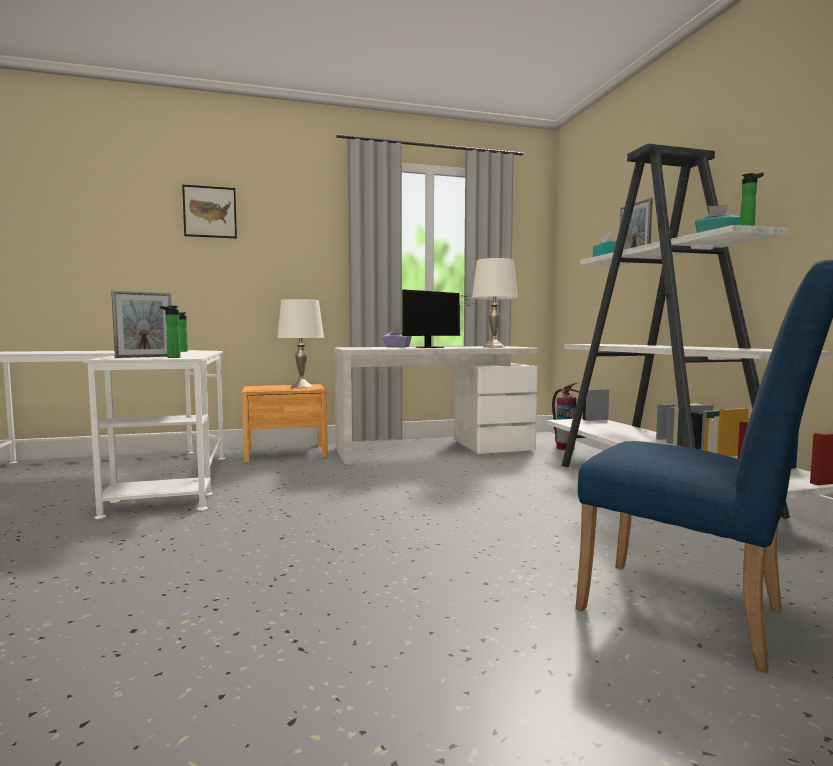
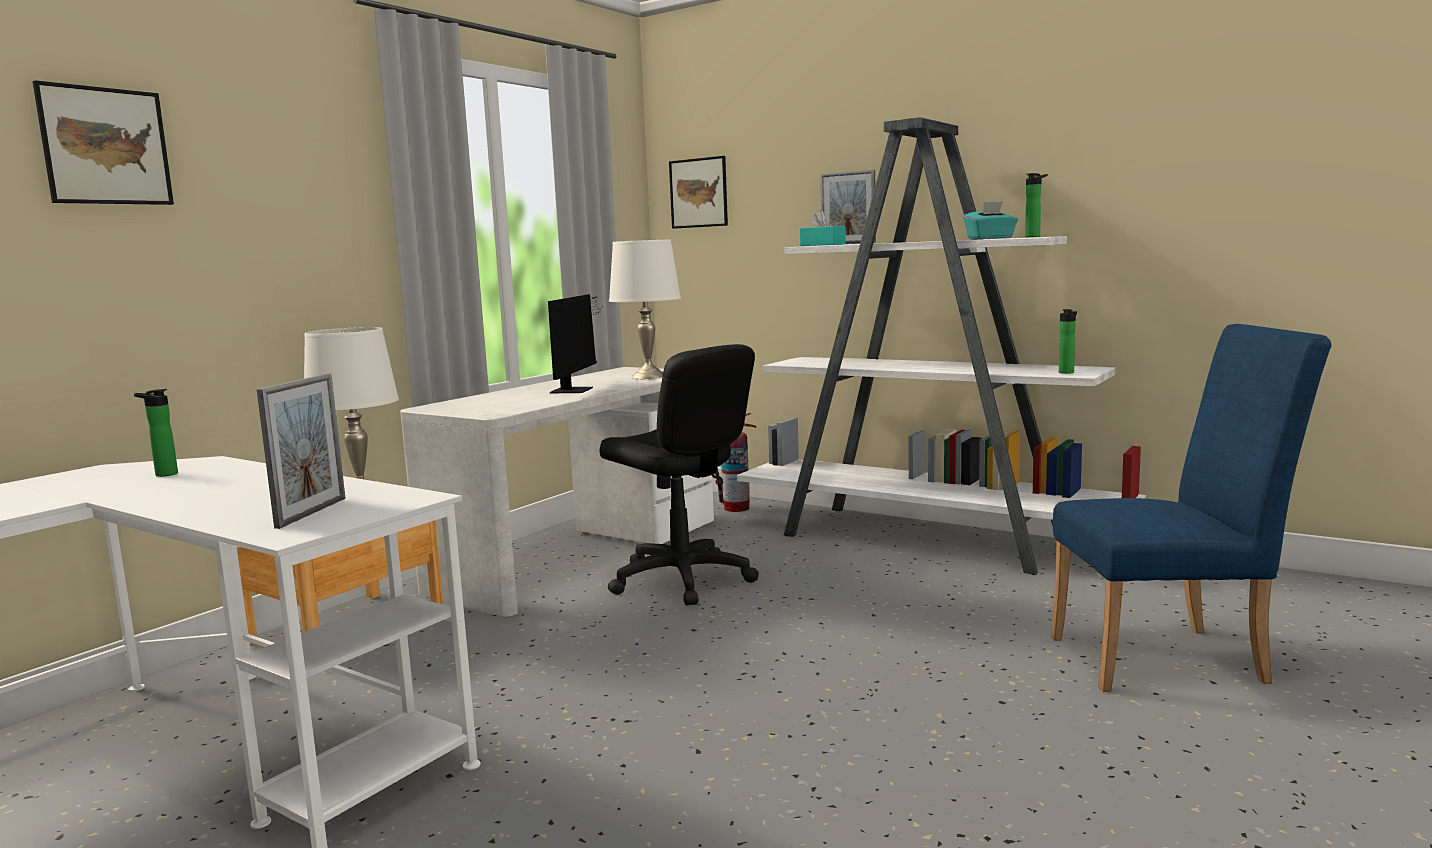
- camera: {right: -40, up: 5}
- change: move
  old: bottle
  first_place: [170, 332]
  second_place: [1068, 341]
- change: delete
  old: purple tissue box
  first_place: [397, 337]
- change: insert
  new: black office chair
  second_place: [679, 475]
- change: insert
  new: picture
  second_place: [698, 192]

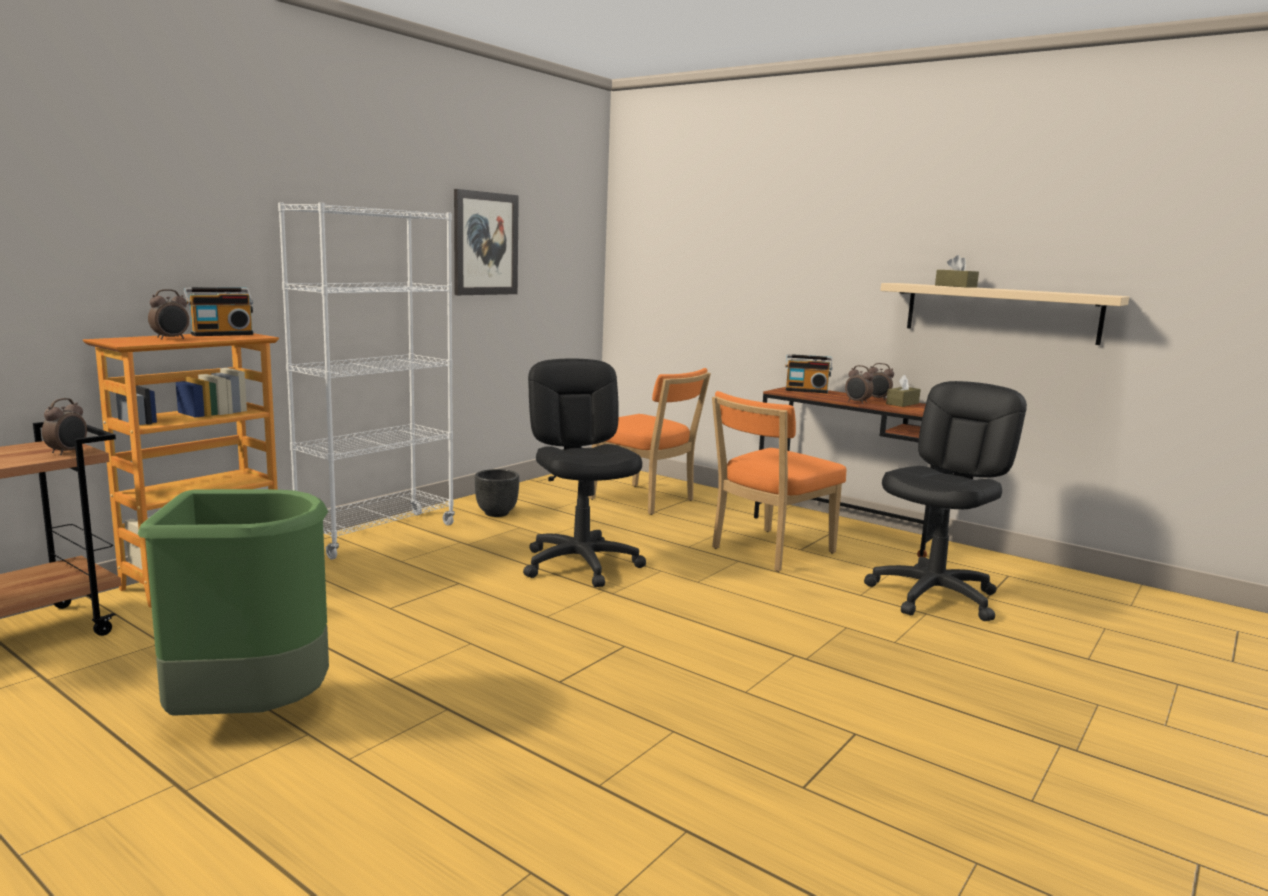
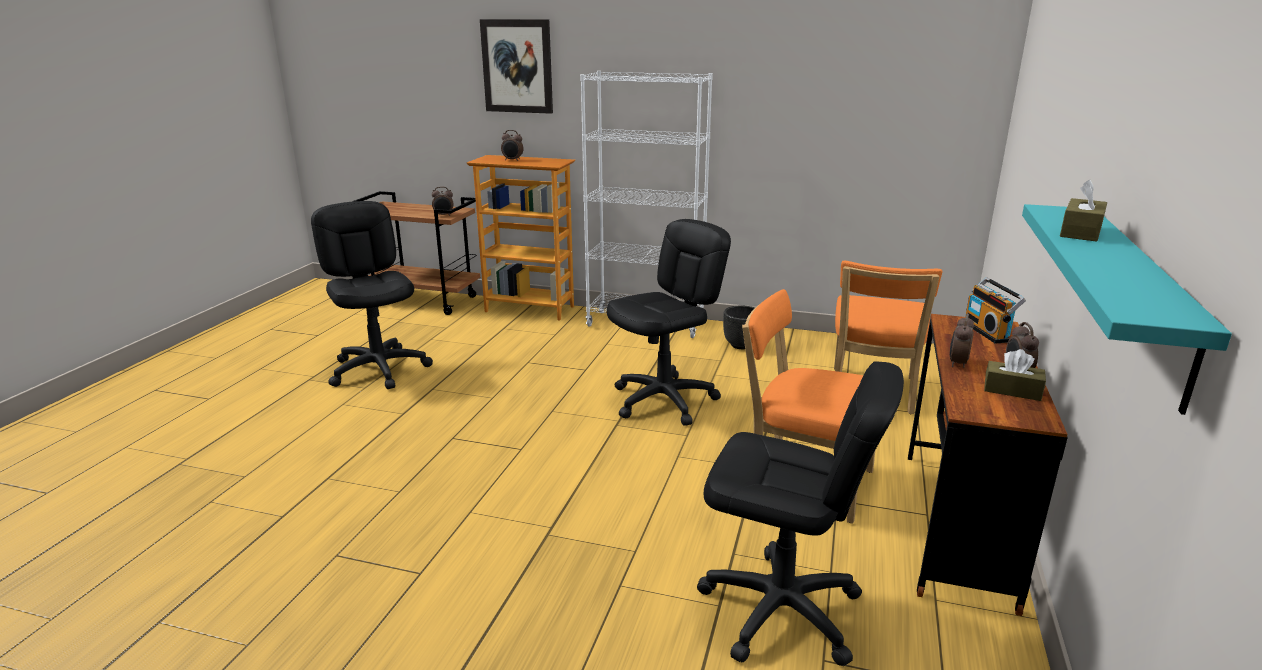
- camera: {right: 70, up: 10}
- change: replace
  old: green trash can
  new: black office chair
  first_place: [233, 602]
  second_place: [372, 295]
- change: delete
  old: radio
  first_place: [218, 311]
- change: move
  old: picture
  first_place: [486, 242]
  second_place: [516, 66]
- change: recolor
  old: beige shelf
  new: turquoise shelf
  first_place: [1004, 314]
  second_place: [1127, 309]

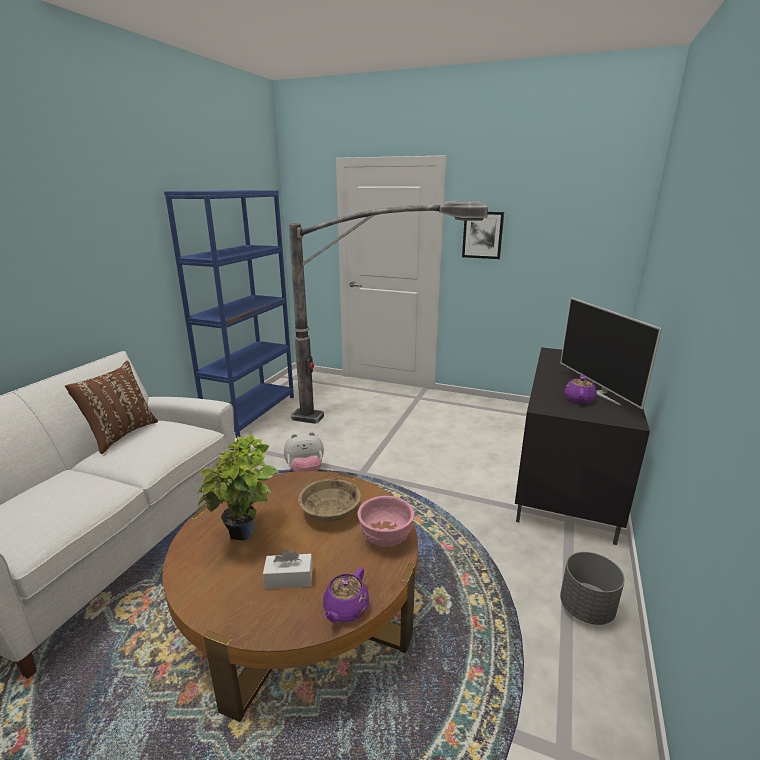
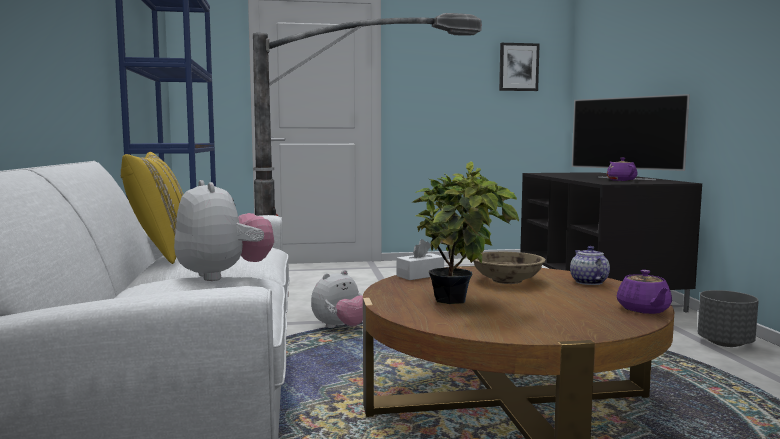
- camera: {right: -30, up: -15}
- change: recolor
  old: brown pillow
  new: yellow pillow
  first_place: [111, 407]
  second_place: [152, 208]
- change: move
  old: white tissue box
  first_place: [288, 569]
  second_place: [420, 259]
- change: replace
  old: pink bowl
  new: teapot
  first_place: [385, 521]
  second_place: [590, 265]
- change: move
  old: picture
  first_place: [483, 235]
  second_place: [519, 67]
- change: insert
  new: plush toy
  second_place: [224, 230]

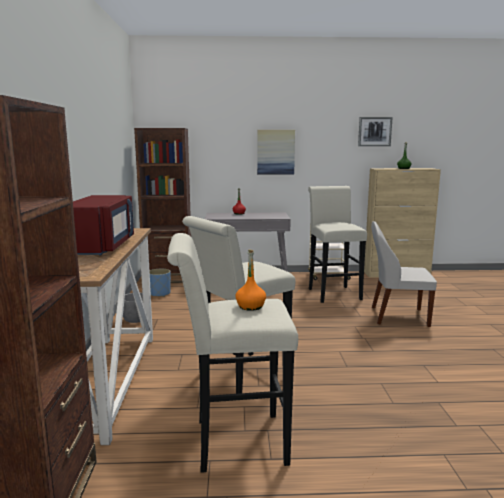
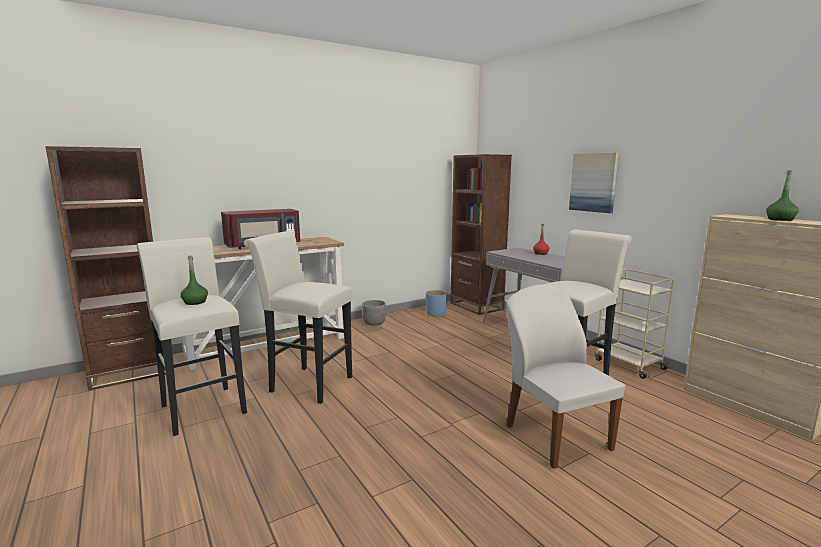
- camera: {right: 60, up: 0}
- change: recolor
  old: orange bottle
  new: green bottle
  first_place: [251, 280]
  second_place: [194, 280]
- change: delete
  old: picture
  first_place: [375, 131]

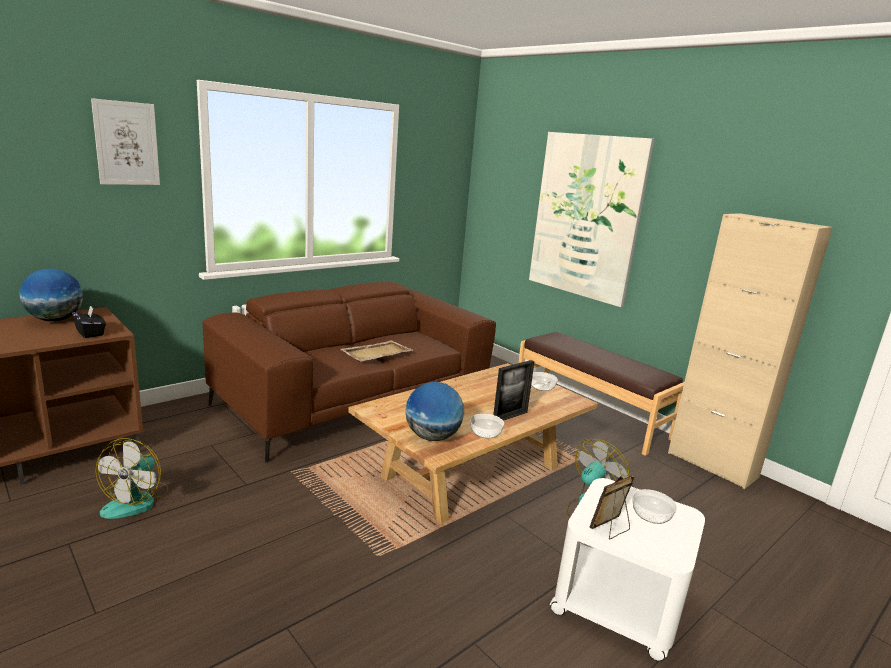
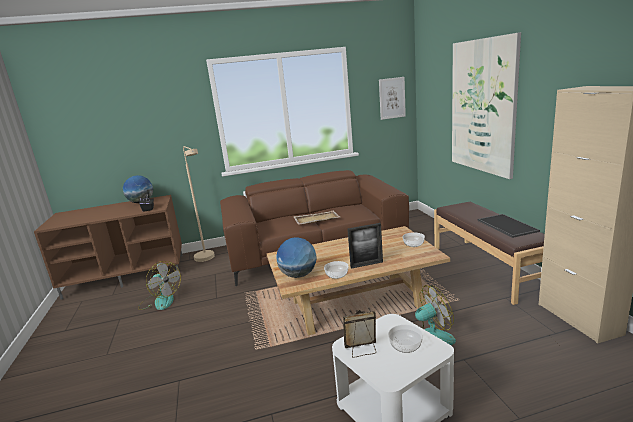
- camera: {right: 30, up: 0}
- change: move
  old: picture
  first_place: [125, 141]
  second_place: [392, 98]
- change: rotate
  old: fan
  first_place: [132, 478]
  second_place: [159, 285]
  degrees: -90
- change: insert
  new: beige floor lamp
  second_place: [199, 204]
- change: insert
  new: tray
  second_place: [509, 226]

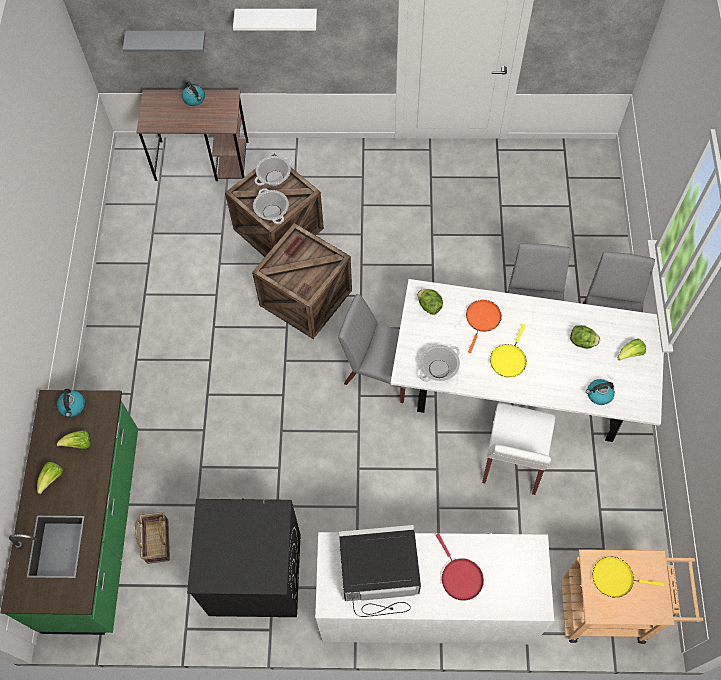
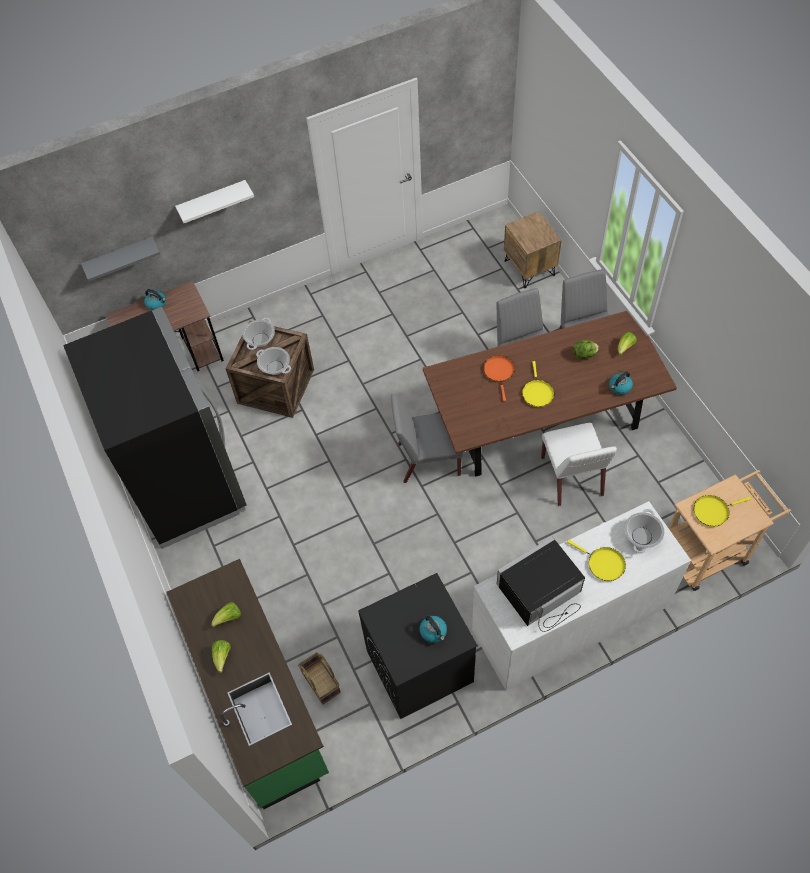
- camera: {right: -25, up: -5}
- change: move
  old: kettle
  first_place: [71, 403]
  second_place: [433, 629]
- change: delete
  old: crate
  first_place: [302, 281]
- change: recolor
  old: white dining table
  new: brown dining table
  first_place: [527, 360]
  second_place: [550, 394]
- change: delete
  old: lettuce
  first_place: [430, 302]
- change: move
  old: cooking pot
  first_place: [440, 363]
  second_place: [644, 531]
- change: recolor
  old: red frying pan
  new: yellow frying pan
  first_place: [460, 567]
  second_place: [596, 560]
- change: insert
  new: black fridge
  second_place: [155, 428]
- change: insert
  new: brown nightstand
  second_place: [533, 249]

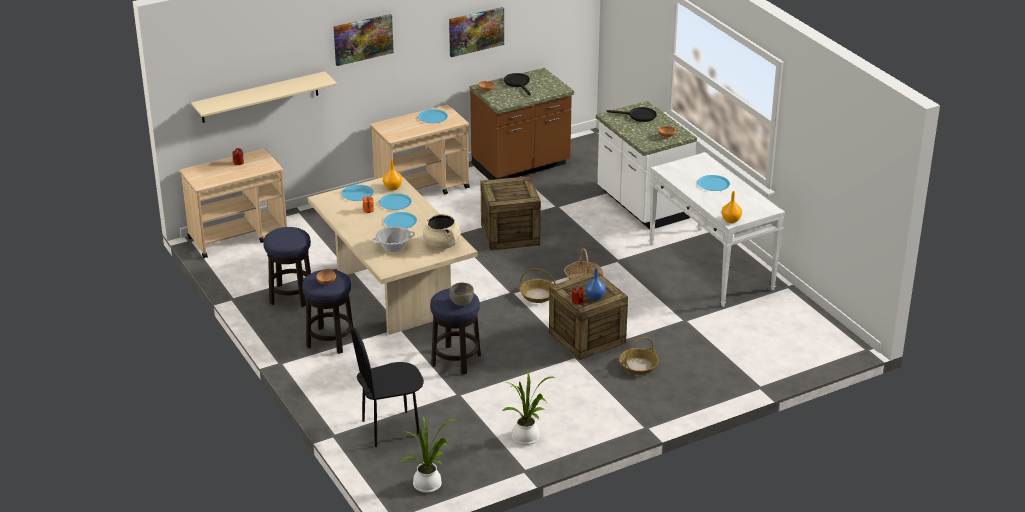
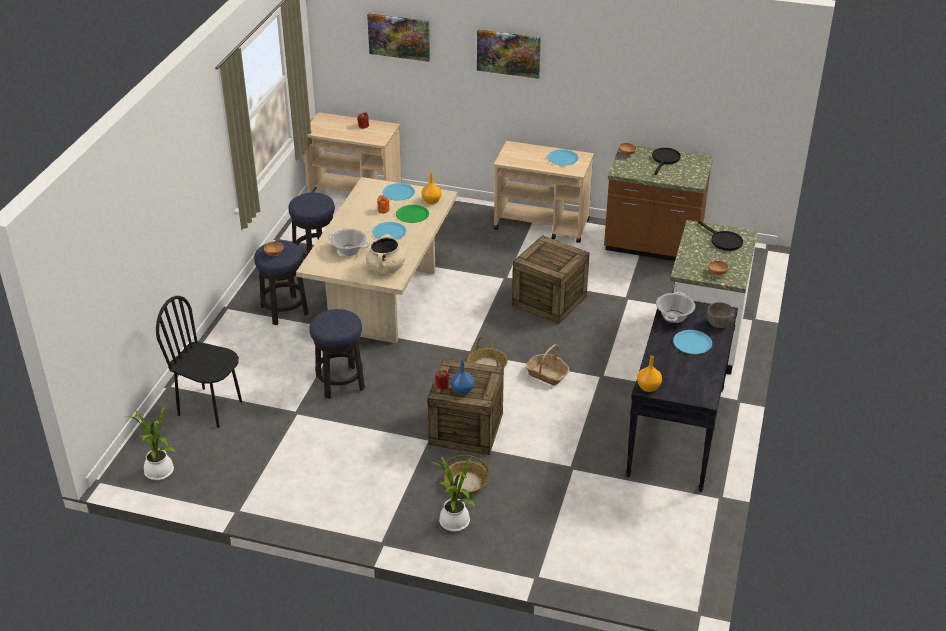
- camera: {right: 45, up: 5}
- change: delete
  old: beige shelf
  first_place: [264, 97]
- change: recolor
  old: blue plate
  new: green plate
  first_place: [395, 201]
  second_place: [412, 214]
- change: move
  old: picture
  first_place: [476, 32]
  second_place: [398, 38]
- change: move
  old: grey bowl
  first_place: [462, 294]
  second_place: [720, 315]
- change: move
  old: potted plant
  first_place: [528, 408]
  second_place: [453, 493]
- change: recolor
  old: white console table
  new: black console table
  first_place: [717, 229]
  second_place: [682, 393]
- change: insert
  new: cooking pot
  second_place: [675, 307]

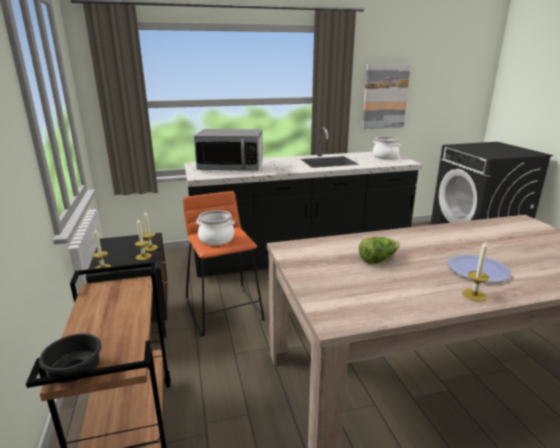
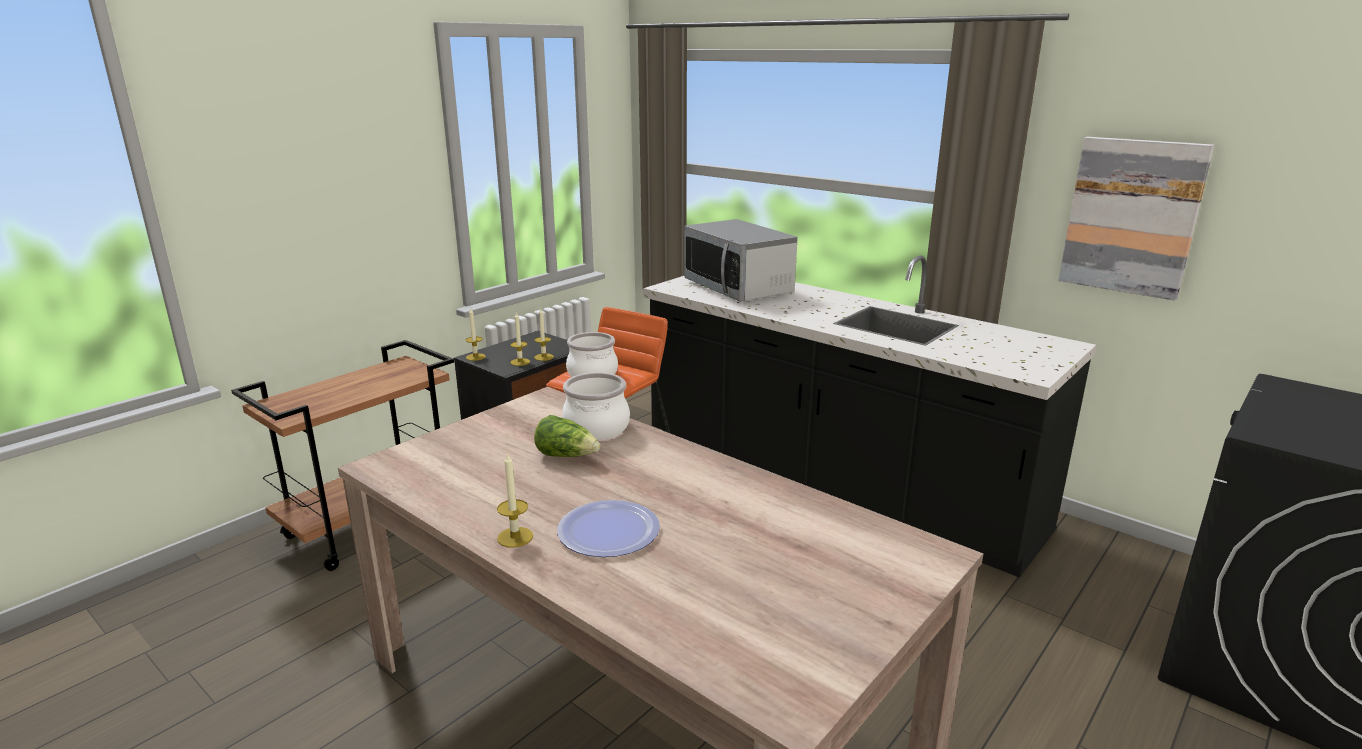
- camera: {right: 55, up: 0}
- change: delete
  old: black bowl
  first_place: [70, 358]
- change: move
  old: cooking pot
  first_place: [386, 148]
  second_place: [596, 406]

